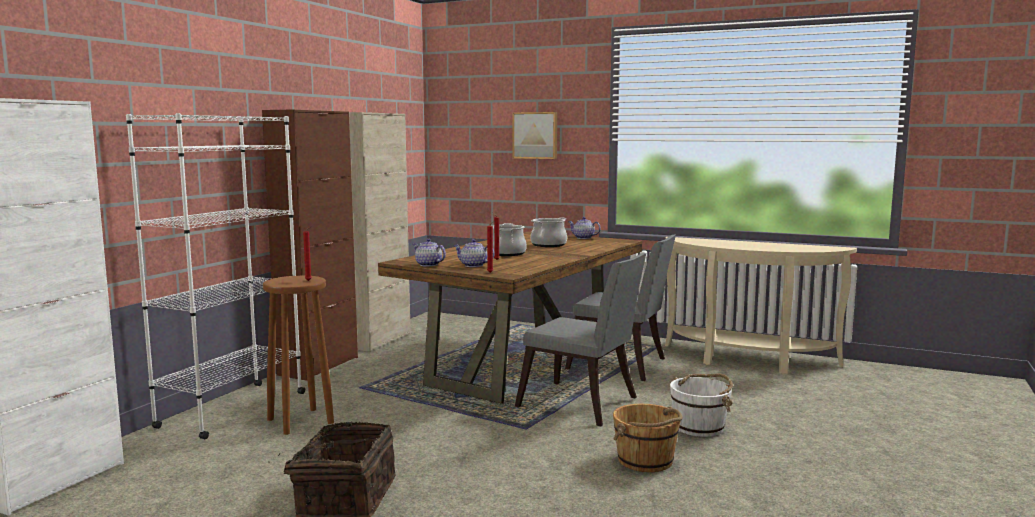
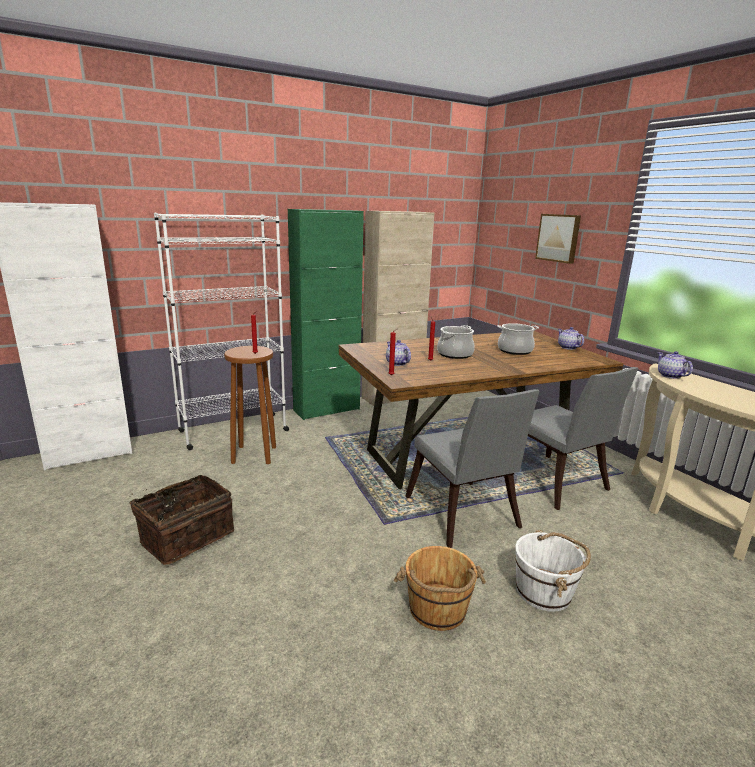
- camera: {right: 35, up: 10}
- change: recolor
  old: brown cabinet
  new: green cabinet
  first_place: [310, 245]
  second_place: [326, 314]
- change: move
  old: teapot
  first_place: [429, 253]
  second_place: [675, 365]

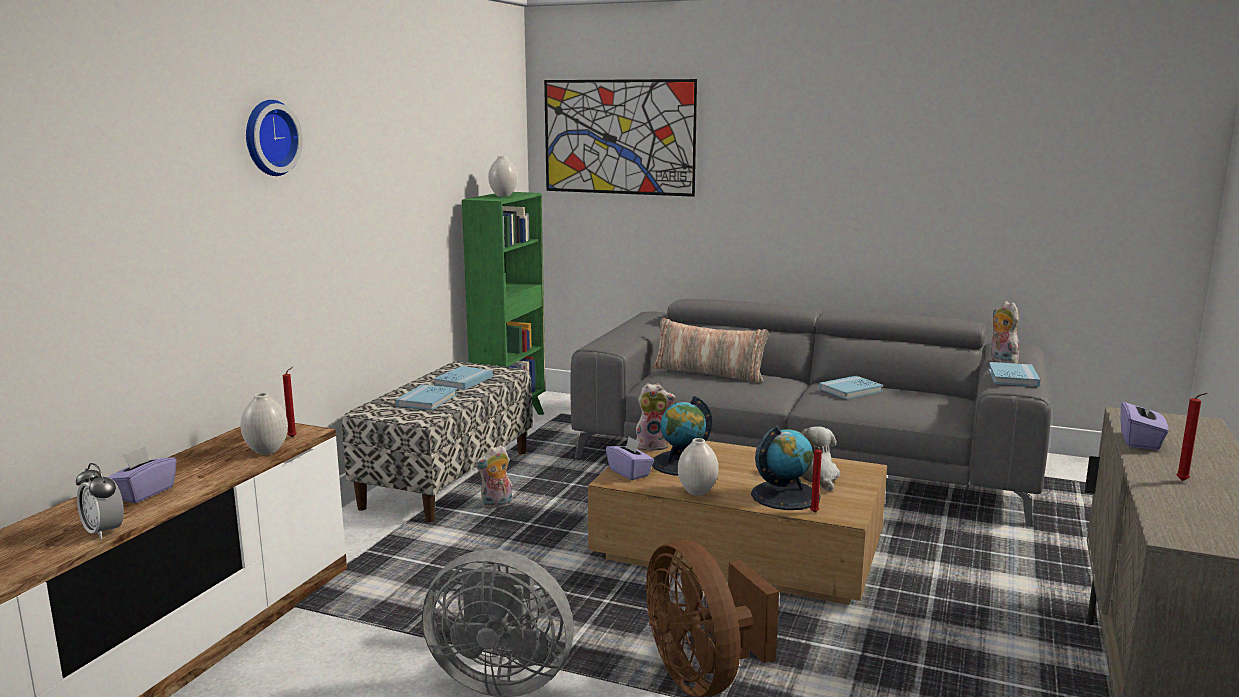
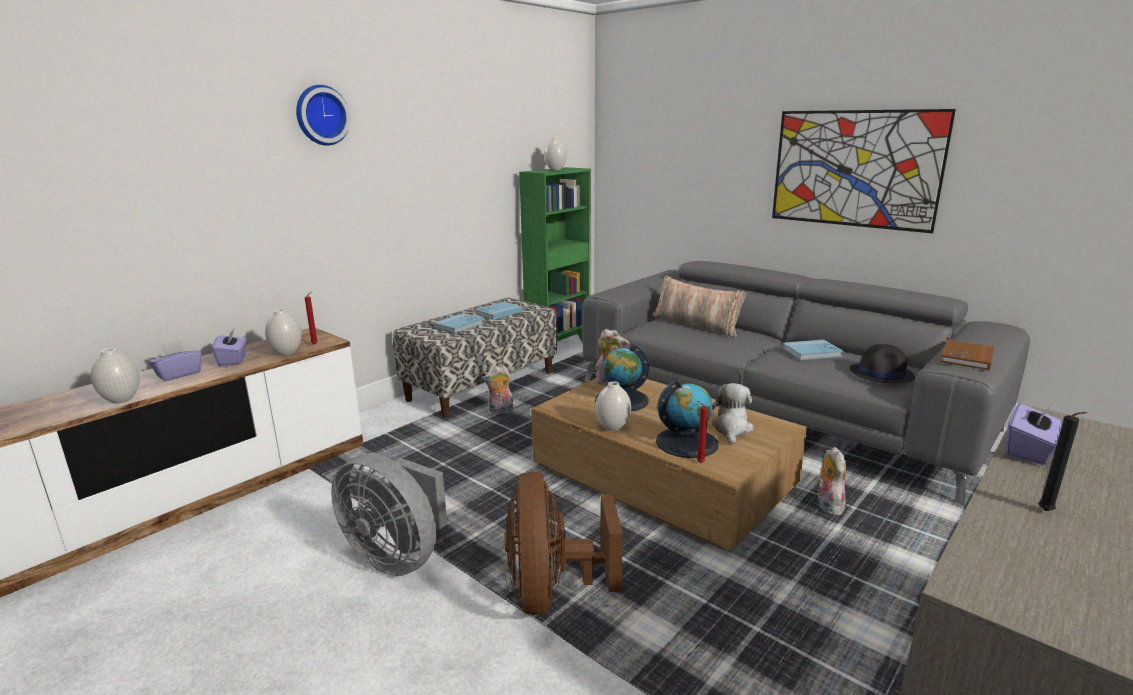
- camera: {right: 20, up: 5}
- change: replace
  old: alarm clock
  new: white vase
  first_place: [100, 501]
  second_place: [115, 375]
- change: move
  old: picture
  first_place: [620, 138]
  second_place: [864, 171]
- change: move
  old: purple tissue box
  first_place: [630, 458]
  second_place: [229, 347]
- change: recolor
  old: blue book
  new: brown book
  first_place: [1014, 374]
  second_place: [967, 355]
- change: move
  old: plush toy
  first_place: [1005, 332]
  second_place: [831, 481]
- change: recolor
  old: red candle
  new: black candle
  first_place: [1192, 437]
  second_place: [1063, 461]
- change: insert
  new: black hat
  second_place: [882, 363]

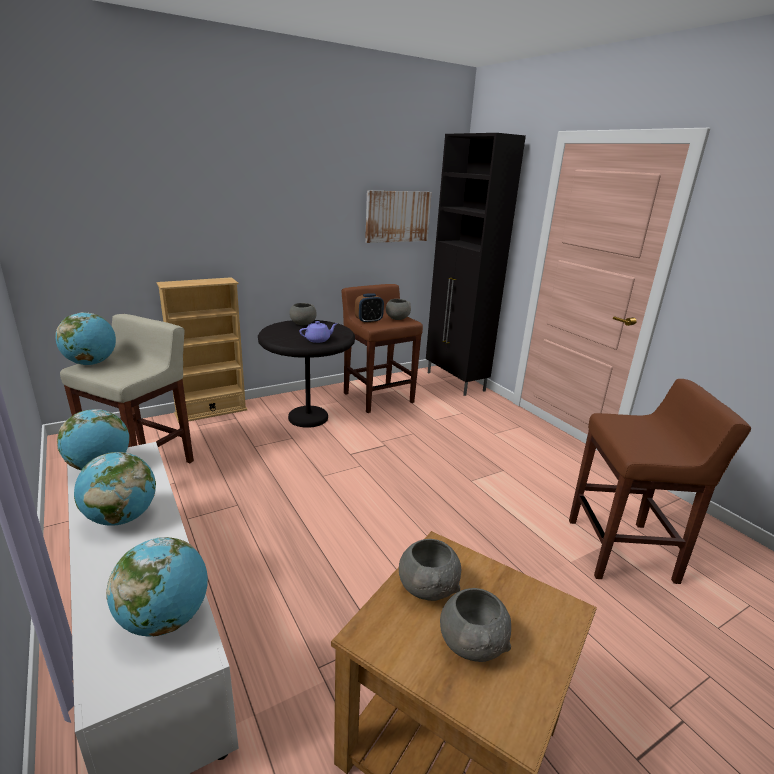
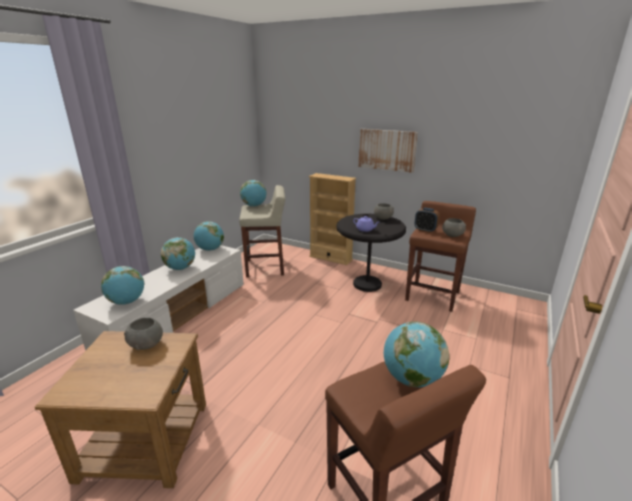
- camera: {right: 60, up: 0}
- change: move
  old: picture
  first_place: [398, 217]
  second_place: [388, 151]
- change: delete
  old: black cabinet
  first_place: [476, 264]
- change: delete
  old: grey bowl
  first_place: [475, 625]
- change: insert
  new: globe
  second_place: [416, 354]

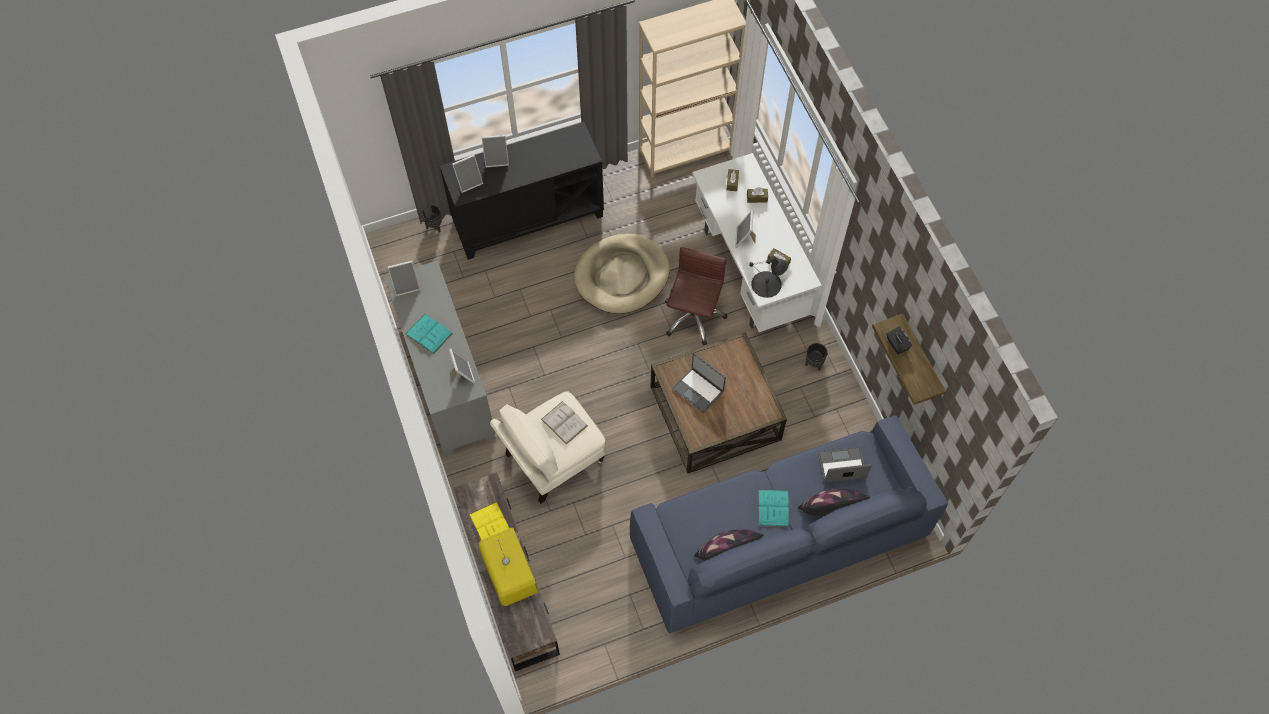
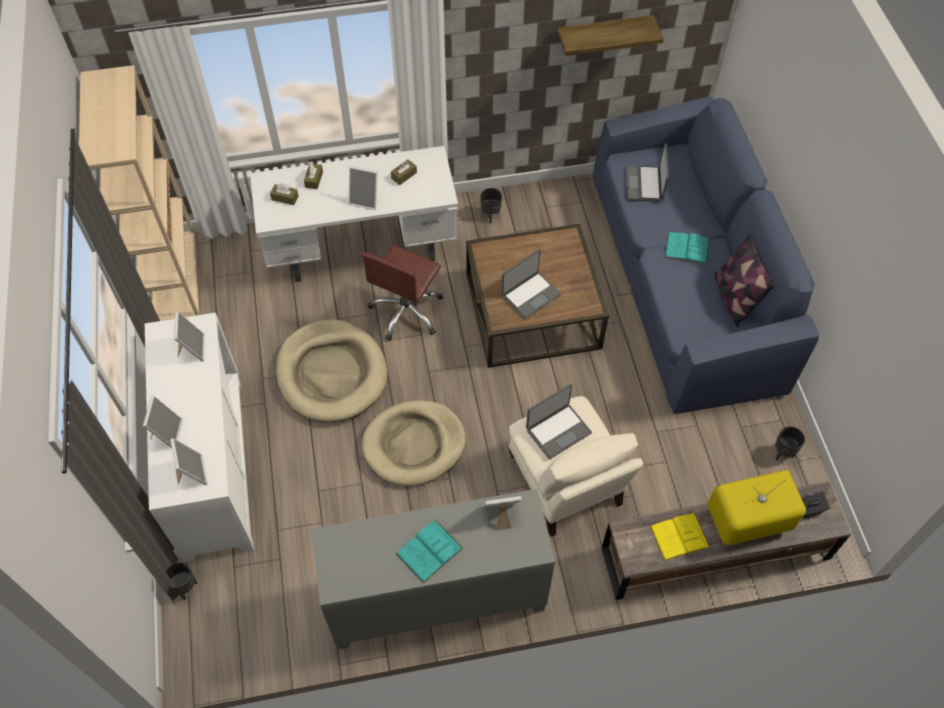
- camera: {right: -80, up: -5}
- change: move
  old: picture frame
  first_place: [404, 278]
  second_place: [189, 337]
- change: recolor
  old: black cabinet
  new: white cabinet
  first_place: [522, 191]
  second_place: [199, 437]
- change: replace
  old: white book
  new: laptop
  first_place: [564, 423]
  second_place: [559, 421]
- change: rotate
  old: brown office chair
  first_place: [696, 296]
  second_place: [402, 293]
  degrees: -90
- change: delete
  old: black table lamp
  first_place: [768, 277]
- change: delete
  old: pillow
  first_place: [834, 502]
- change: move
  old: black tissue box
  first_place: [899, 340]
  second_place: [815, 504]
- change: insert
  new: beige dog bed
  second_place: [414, 443]
- change: insert
  new: black planter
  second_place: [790, 443]

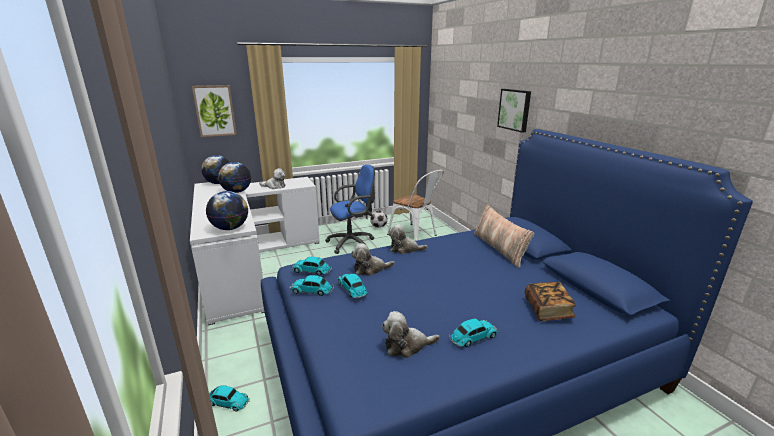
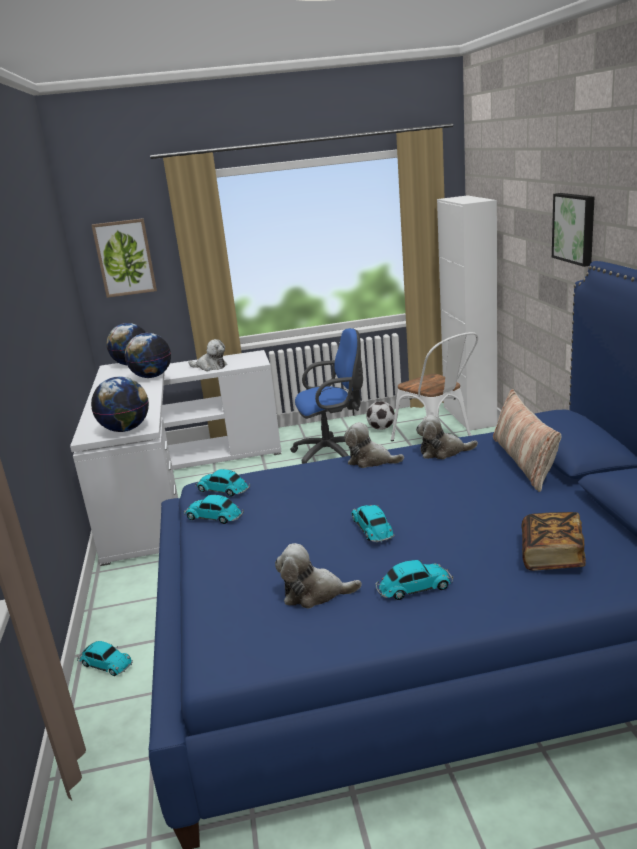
- camera: {right: 15, up: 0}
- change: move
  old: toy car
  first_place: [353, 285]
  second_place: [373, 523]
- change: move
  old: plush toy
  first_place: [373, 259]
  second_place: [447, 437]
- change: insert
  new: white cabinet
  second_place: [467, 312]

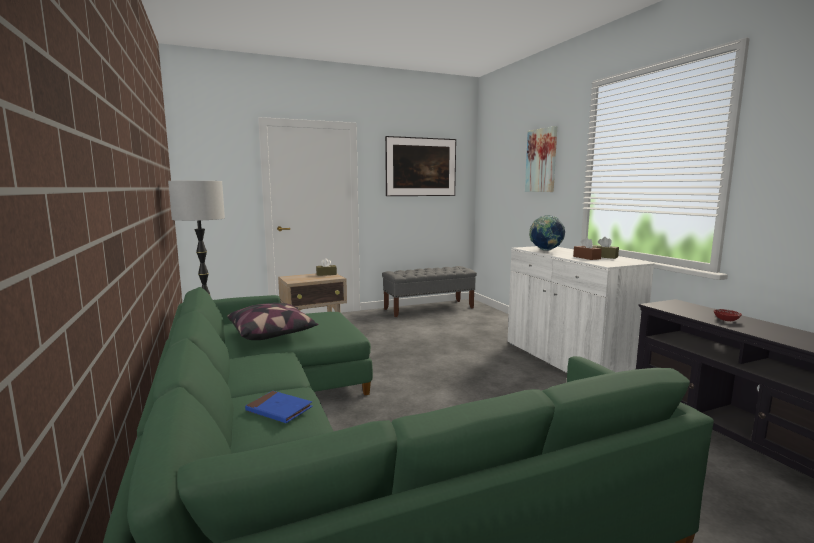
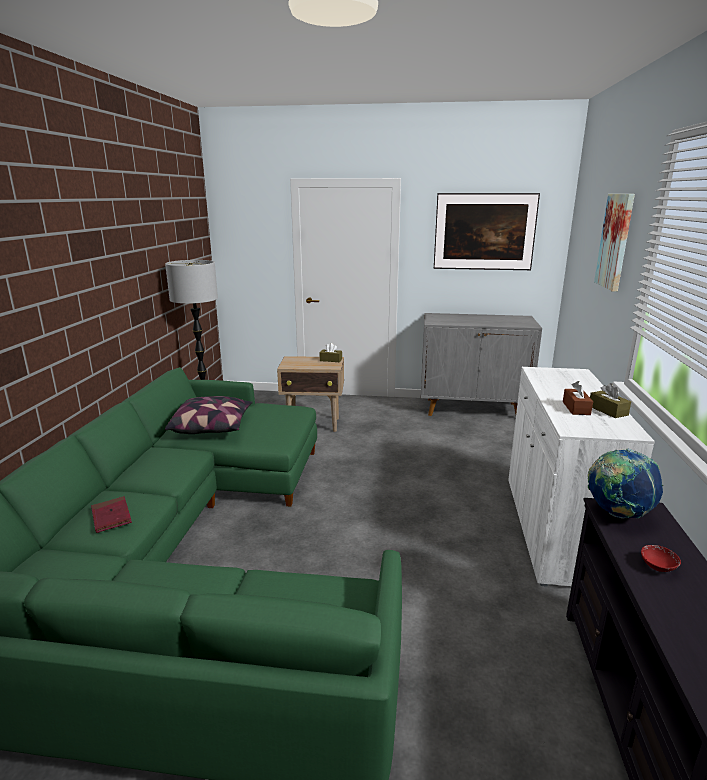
- camera: {right: 30, up: 10}
- change: recolor
  old: blue book
  new: red book
  first_place: [279, 407]
  second_place: [111, 514]
- change: replace
  old: grey bench
  new: grey cabinet
  first_place: [429, 291]
  second_place: [481, 364]
- change: move
  old: globe
  first_place: [547, 233]
  second_place: [625, 483]

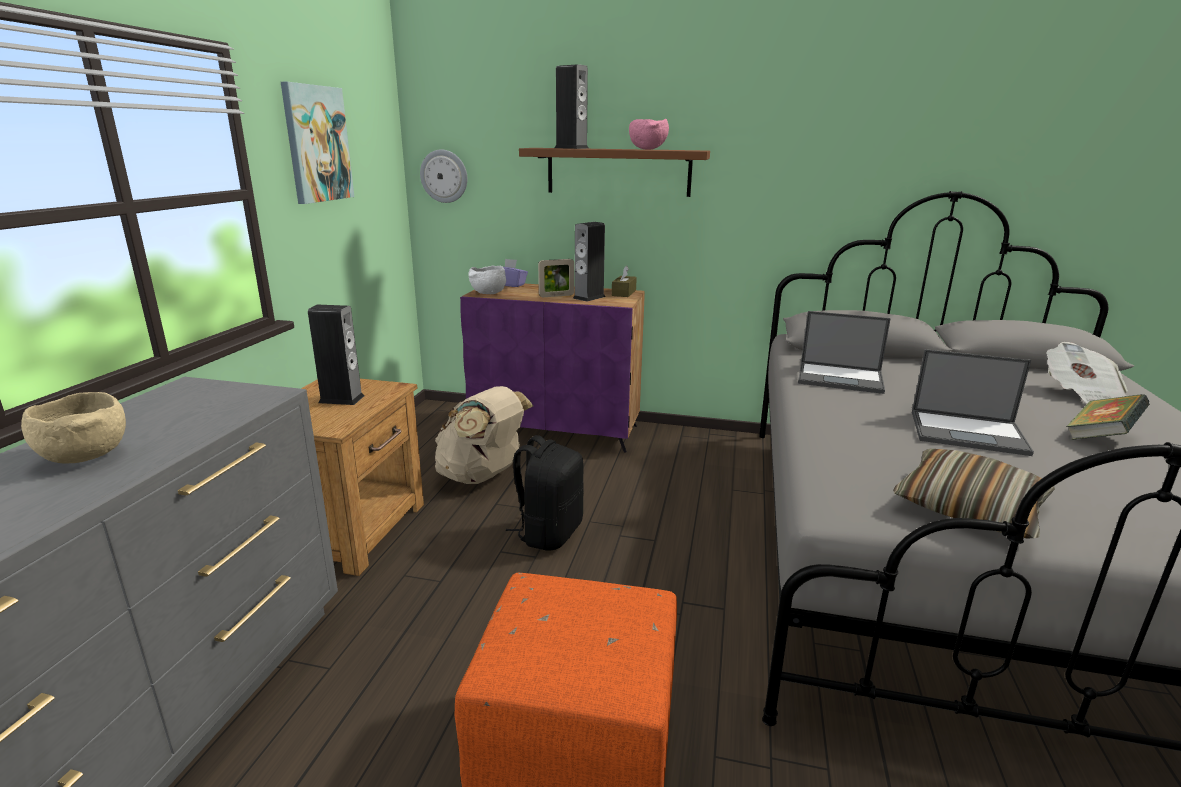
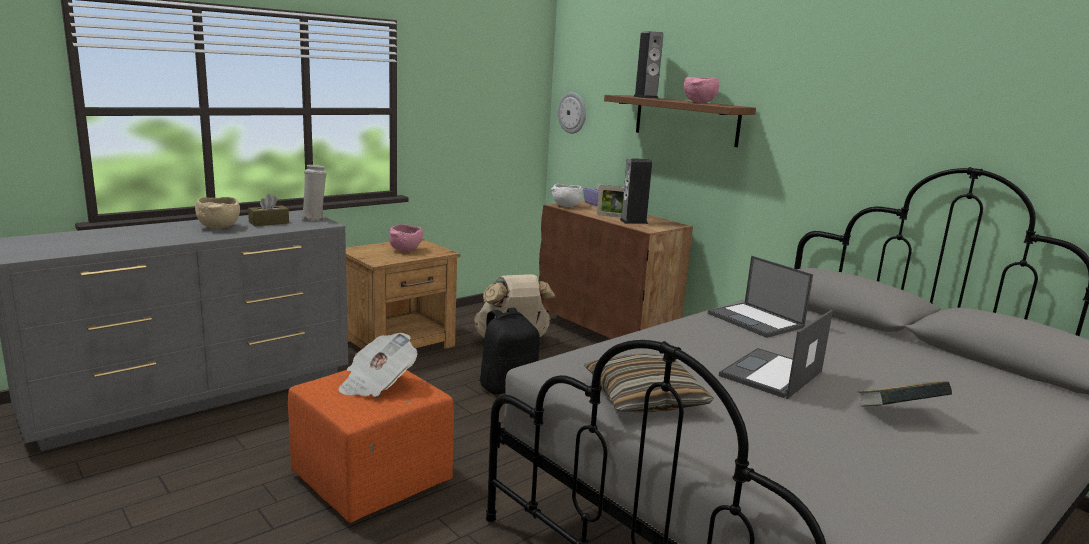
- camera: {right: 35, up: -5}
- change: delete
  old: picture
  first_place: [317, 143]
- change: replace
  old: speaker
  new: pink bowl
  first_place: [336, 354]
  second_place: [406, 238]
- change: recolor
  old: purple cabinet
  new: brown cabinet
  first_place: [552, 368]
  second_place: [616, 269]
- change: move
  old: brown tissue box
  first_place: [624, 281]
  second_place: [268, 210]
- change: rotate
  old: laptop
  first_place: [973, 402]
  second_place: [776, 354]
  degrees: 75
- change: move
  old: newspaper
  first_place: [1087, 372]
  second_place: [377, 365]
- change: insert
  new: white vase
  second_place: [314, 193]

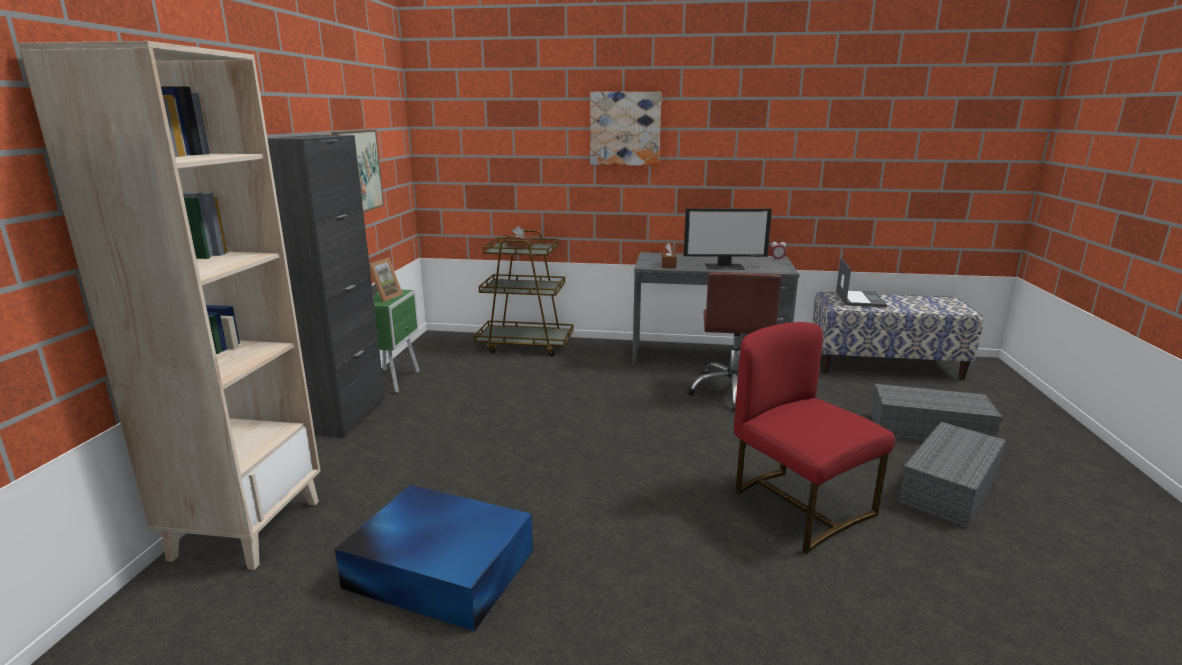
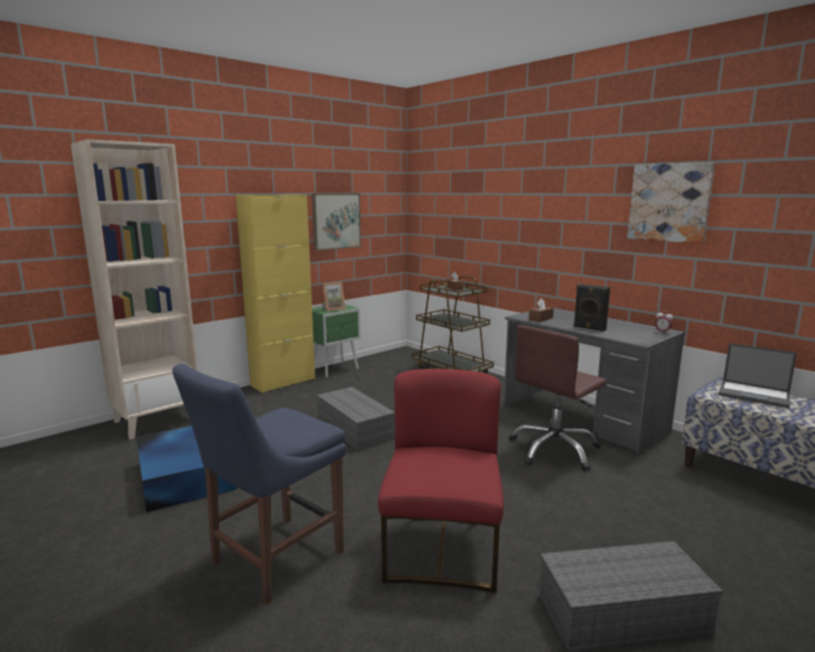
- camera: {right: 40, up: -5}
- change: recolor
  old: black cabinet
  new: yellow cabinet
  first_place: [326, 286]
  second_place: [275, 294]
- change: move
  old: picture
  first_place: [625, 129]
  second_place: [671, 203]
- change: replace
  old: monitor
  new: black speaker
  first_place: [728, 239]
  second_place: [591, 308]
- change: rotate
  old: laptop
  first_place: [861, 282]
  second_place: [757, 375]
  degrees: 75
- change: move
  old: grey storage box
  first_place: [936, 412]
  second_place: [356, 419]
- change: insert
  new: blue chair
  second_place: [259, 484]

